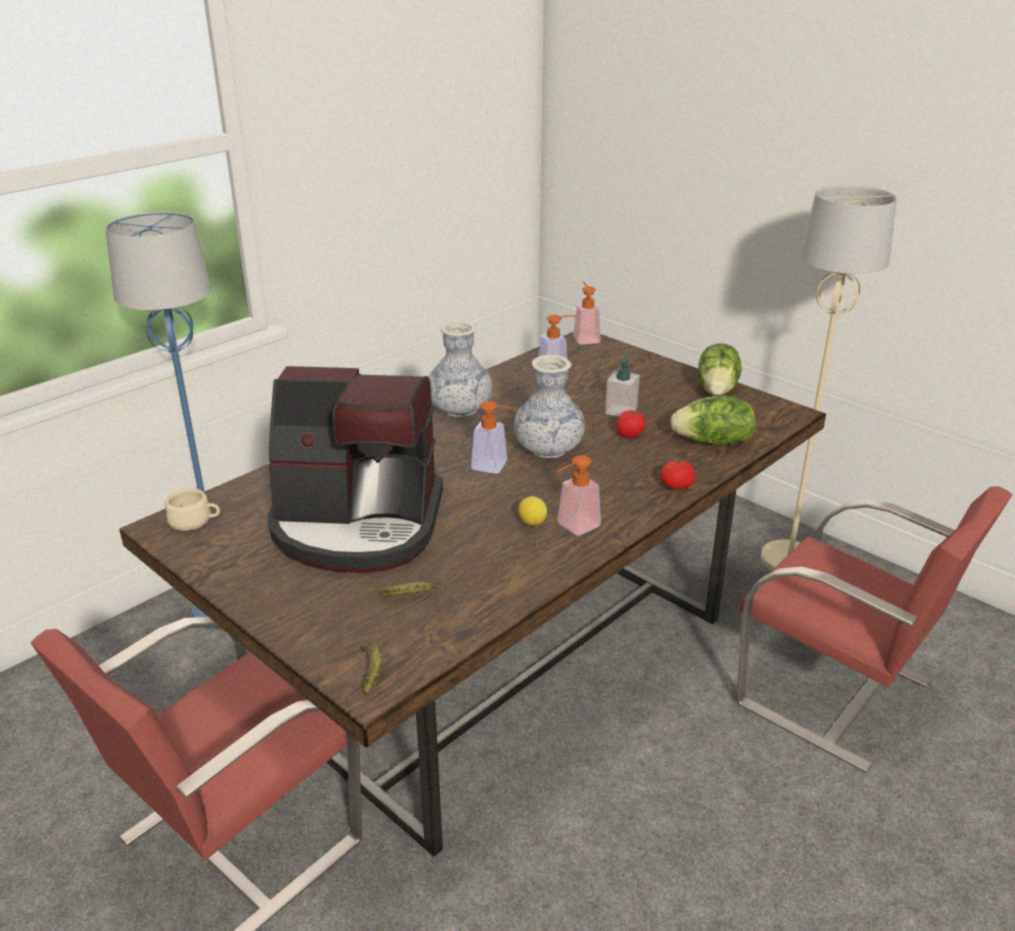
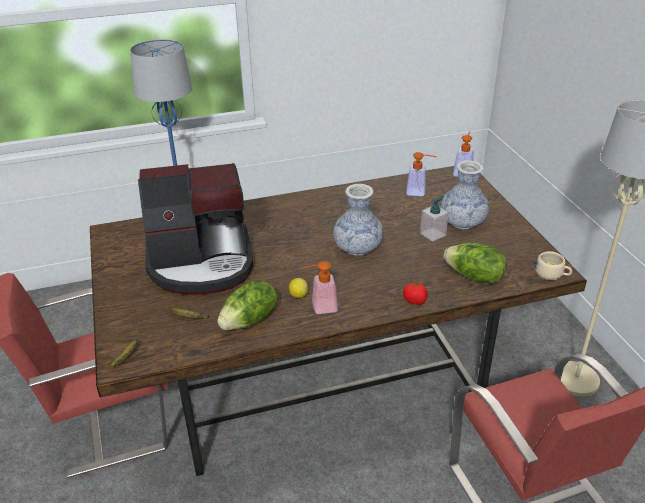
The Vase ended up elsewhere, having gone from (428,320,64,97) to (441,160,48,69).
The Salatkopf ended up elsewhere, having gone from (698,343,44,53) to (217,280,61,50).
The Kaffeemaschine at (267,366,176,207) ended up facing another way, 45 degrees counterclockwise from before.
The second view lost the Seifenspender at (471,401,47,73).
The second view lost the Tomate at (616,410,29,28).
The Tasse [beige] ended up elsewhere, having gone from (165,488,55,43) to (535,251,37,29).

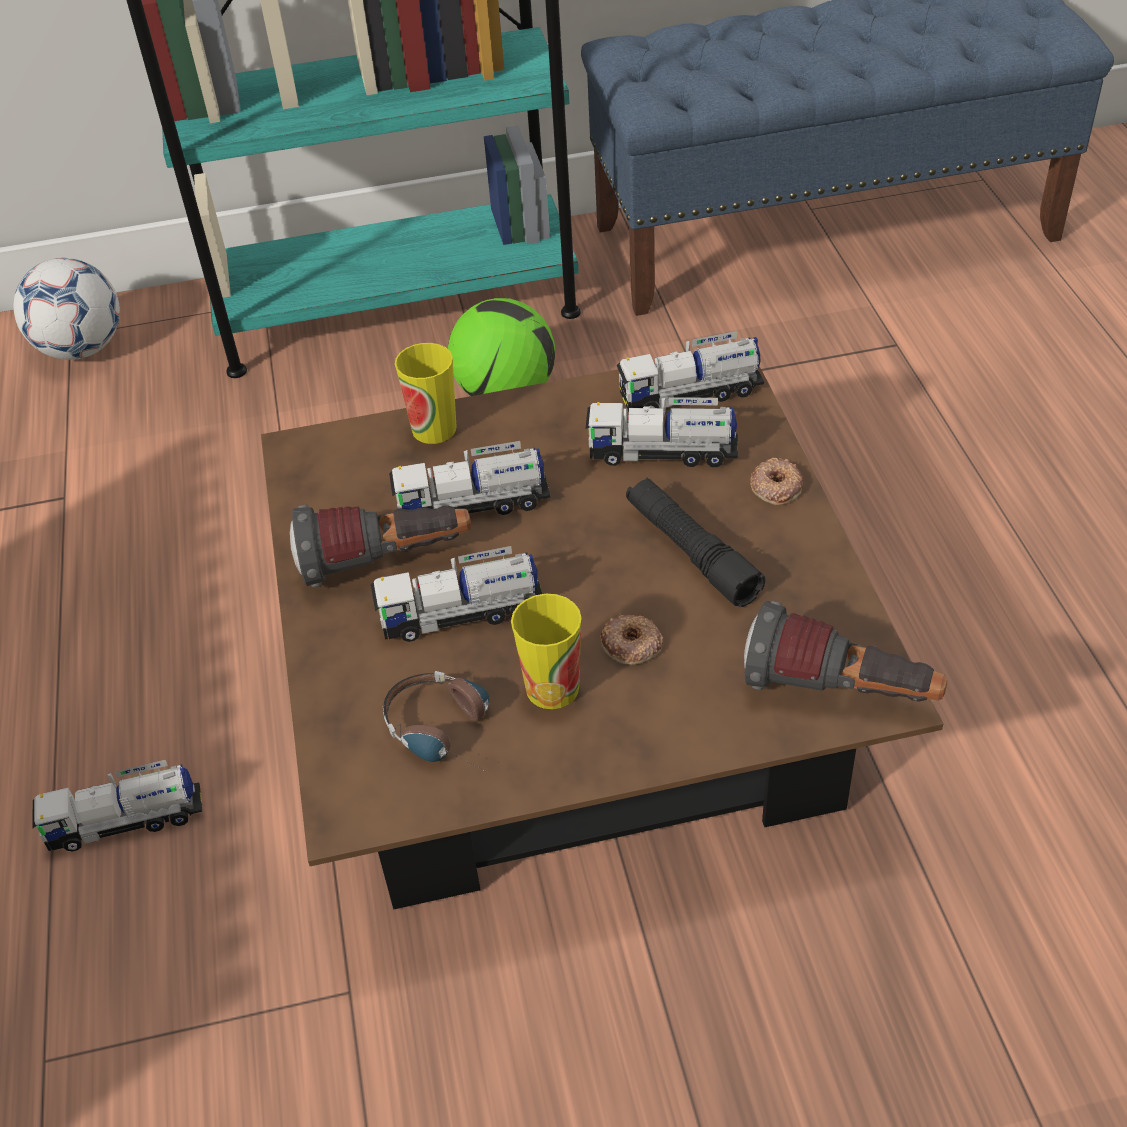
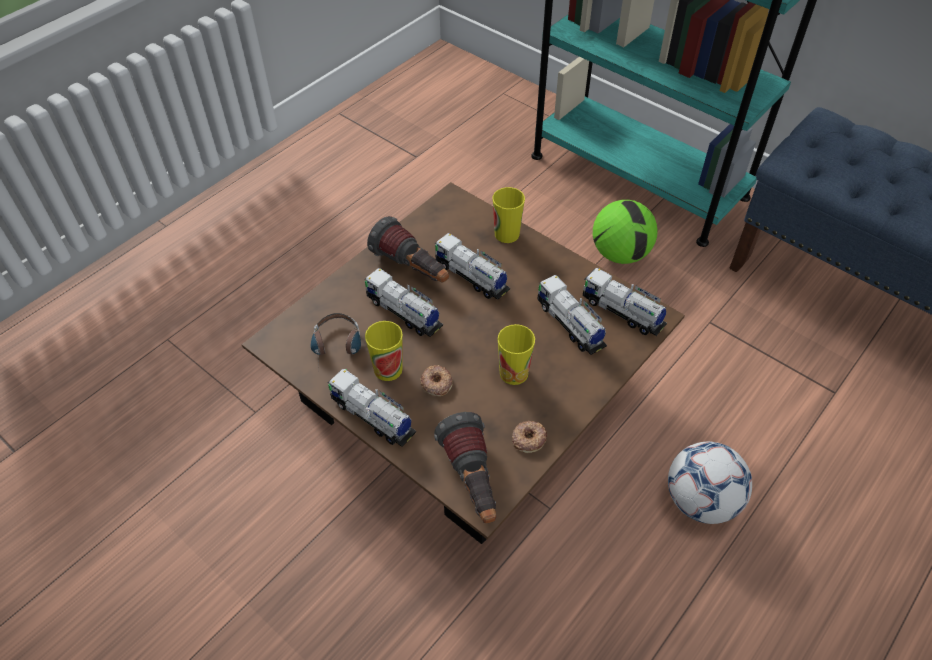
The Fußball ended up elsewhere, having gone from (14,258,106,102) to (668,441,84,83).
The Donut ended up elsewhere, having gone from (750,458,53,47) to (512,421,35,32).
Where the Taschenlampe [schwarz] stood at (626,478,139,129), the Tasse came to stand at (497,324,38,61).
The Spielzeuglaster ended up elsewhere, having gone from (32,760,170,91) to (328,369,88,78).

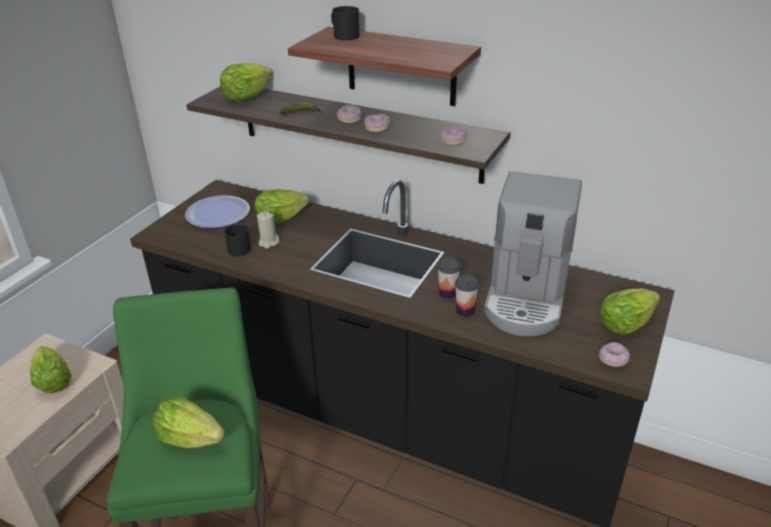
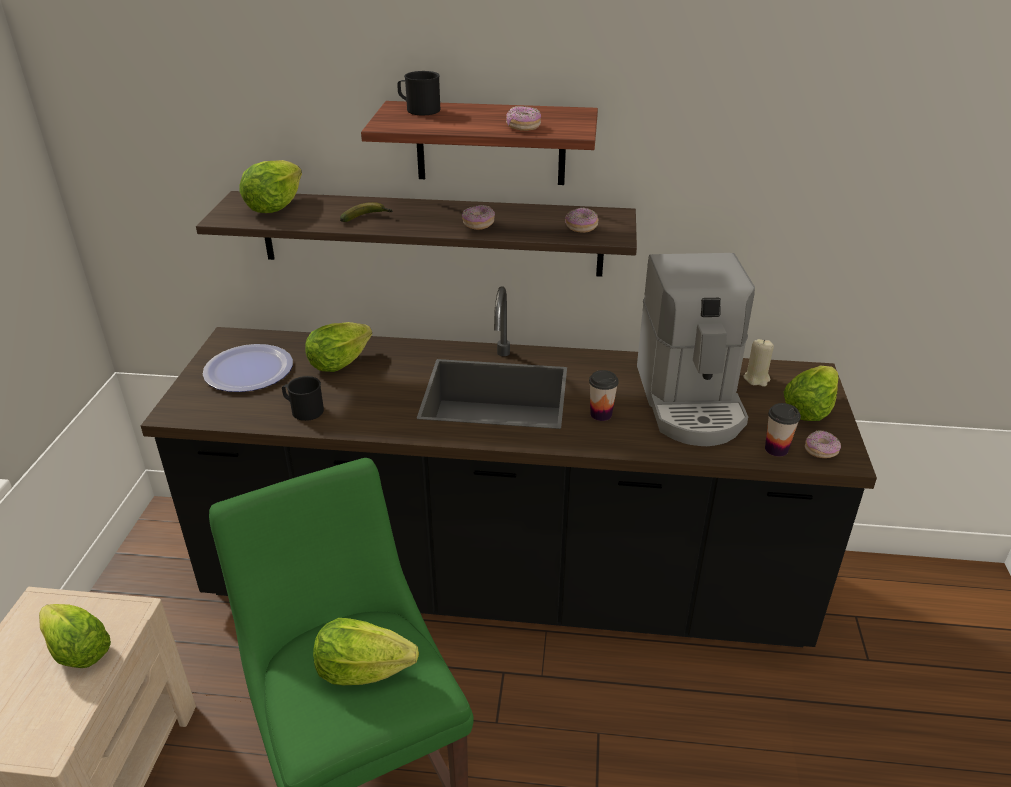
The Donut ended up elsewhere, having gone from (337,105,25,18) to (506,106,35,25).
The Kerze [beige] ended up elsewhere, having gone from (257,212,23,37) to (744,339,30,48).
The Tasse ended up elsewhere, having gone from (455,275,24,42) to (765,403,36,54).

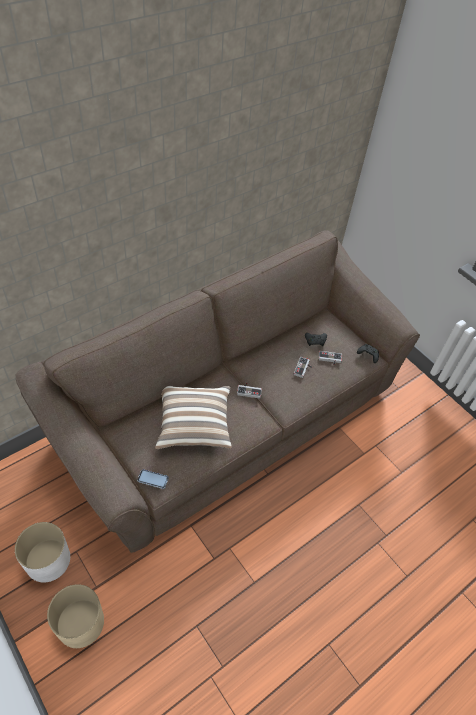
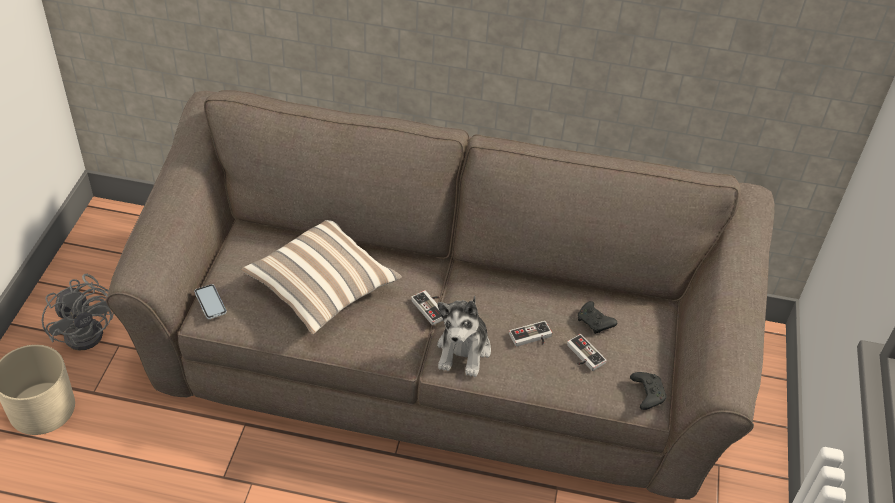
Where the Pflanzkübel [weiß] stood at (15,522,55,60), the Ventilator [grau] came to stand at (42,274,72,77).
The second view gained the Plüschtier at (437,296,54,81).

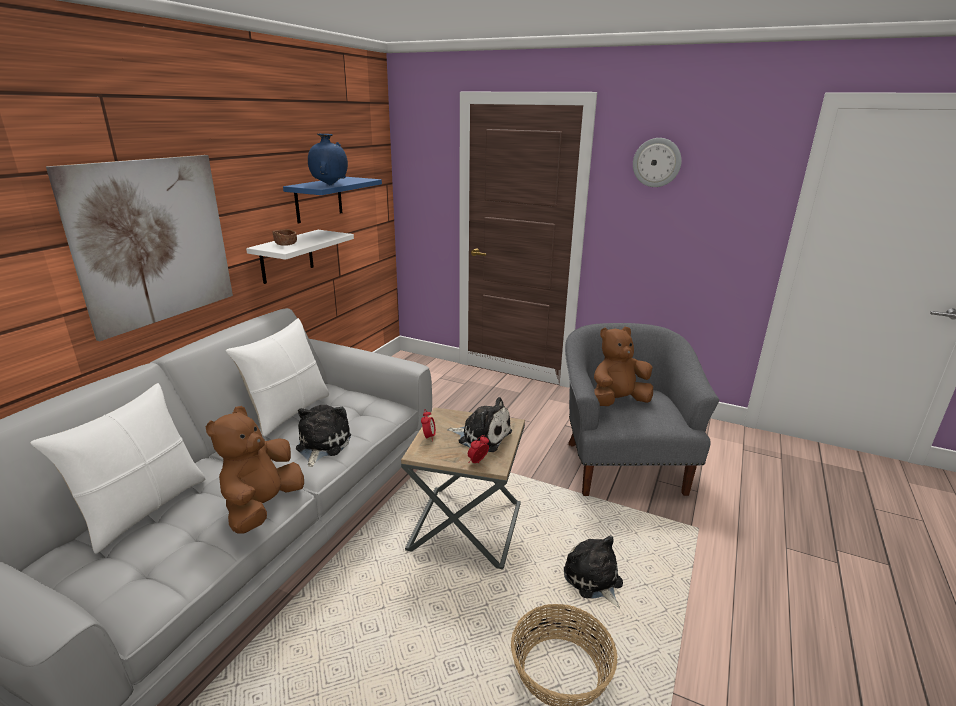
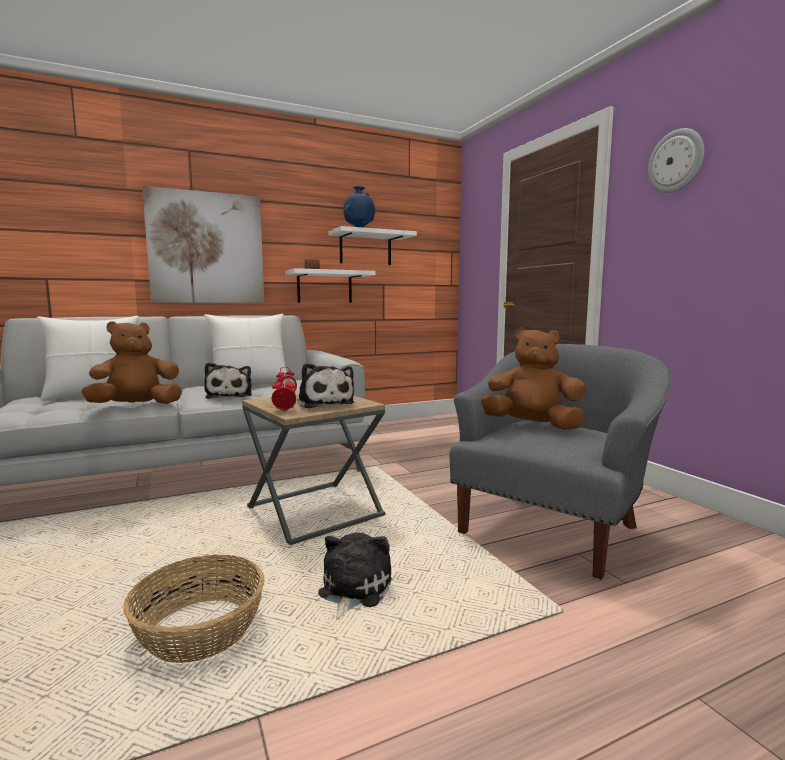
What was the Wandregal [blau] at (283,177,99,47) turned into the Wandregal [weiß] at (328,226,89,39).
The Plüschtier at (296,405,55,62) ended up facing another way, 120 degrees clockwise from before.

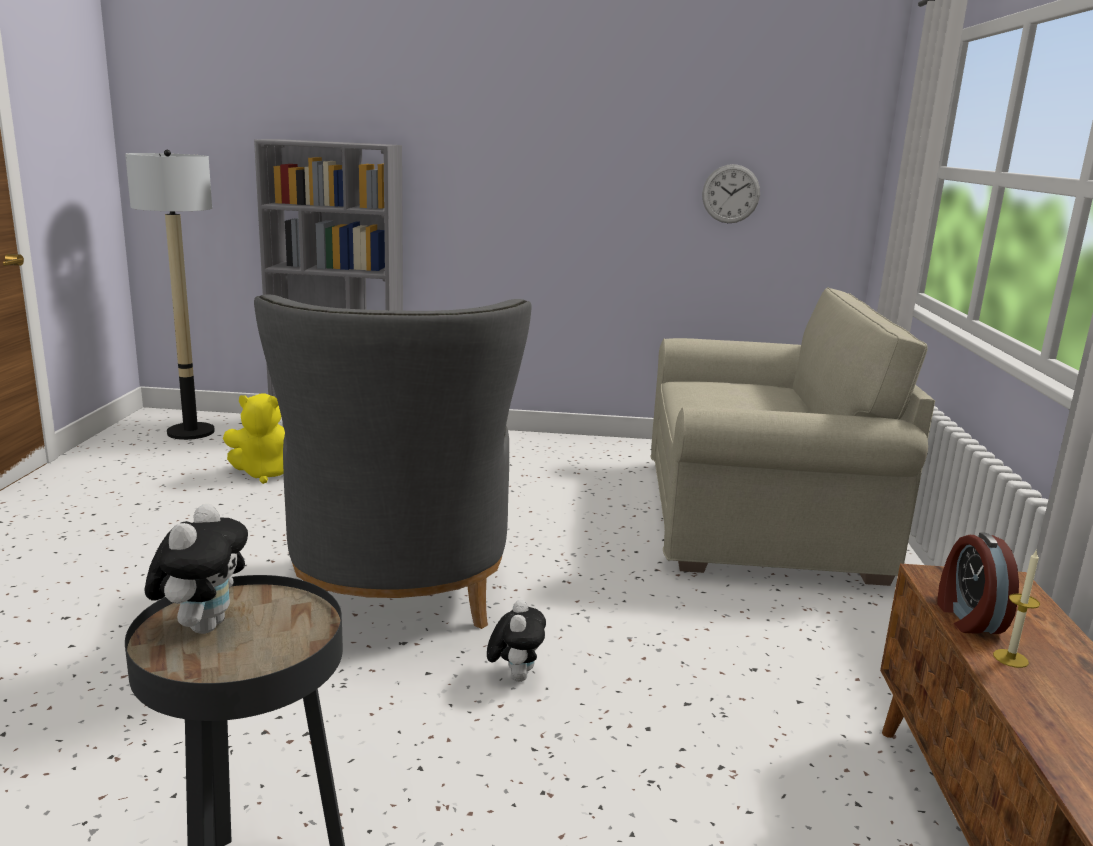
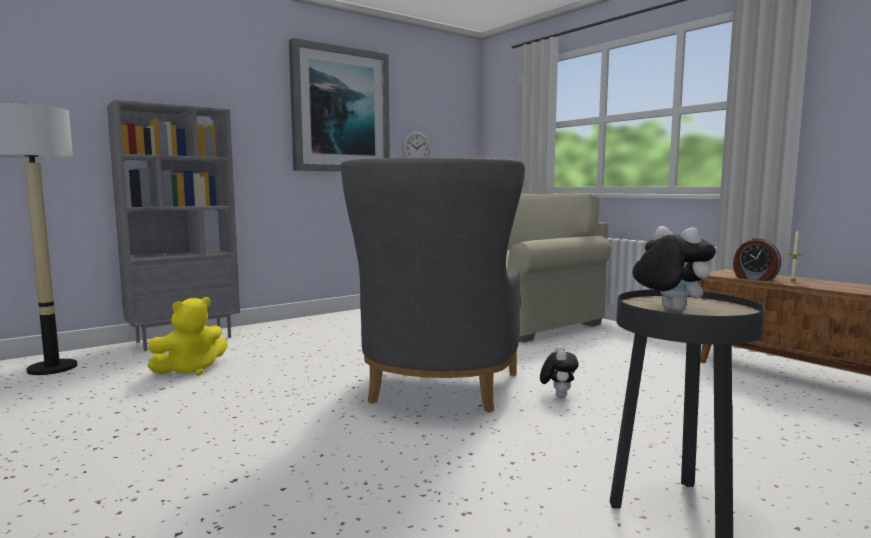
The Sessel [grau] at (254,295,278,334) ended up facing another way, 60 degrees clockwise from before.
The Plüschtier at (487,599,59,83) ended up facing another way, 45 degrees clockwise from before.
The second view gained the Bild at (289,38,101,134).

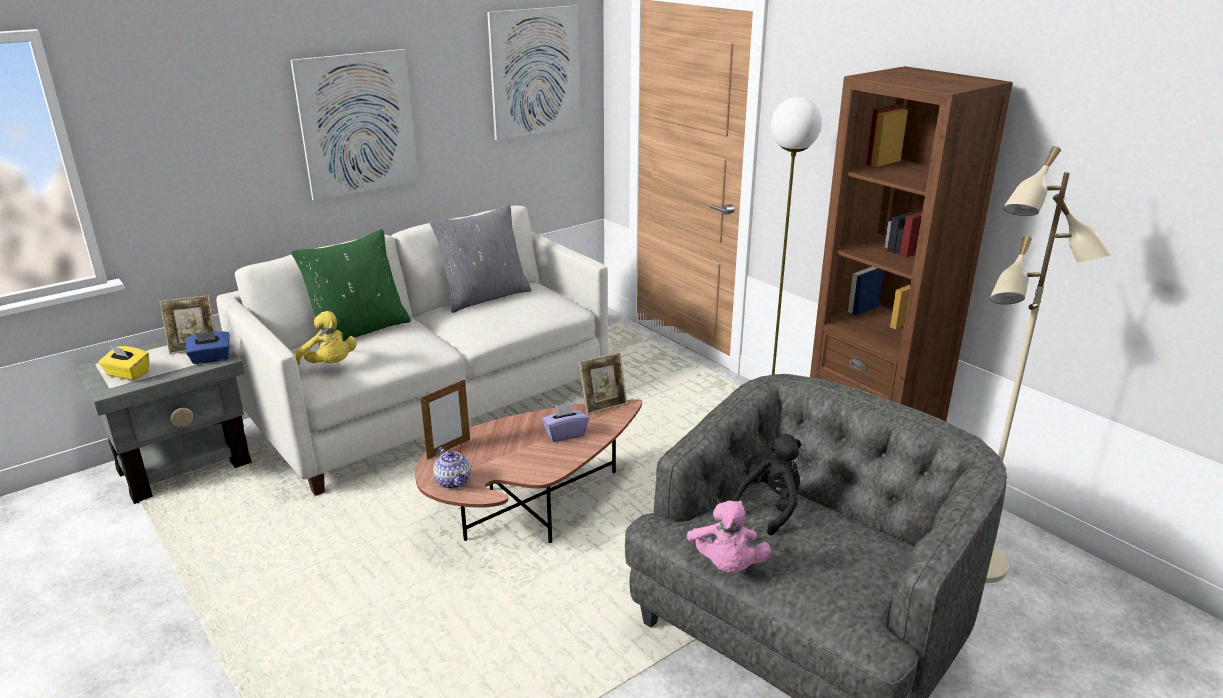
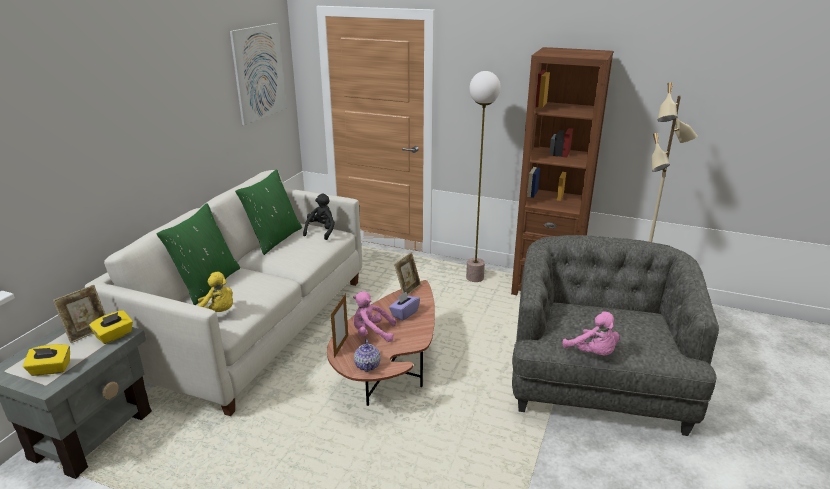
The second view lost the Bild at (290,49,128,152).
What was the Kissen [grau] at (429,204,102,109) turned into the Kissen [grün] at (235,169,67,86).
What was the Taschentuchbox [blau] at (186,331,44,33) turned into the Taschentuchbox [gelb] at (89,310,44,34).
The Plüschtier [schwarz] ended up elsewhere, having gone from (731,434,71,101) to (303,193,32,47).
The Teekanne at (433,447,38,42) ended up facing another way, 60 degrees clockwise from before.
The second view gained the Plüschtier [rosa] at (353,291,43,51).

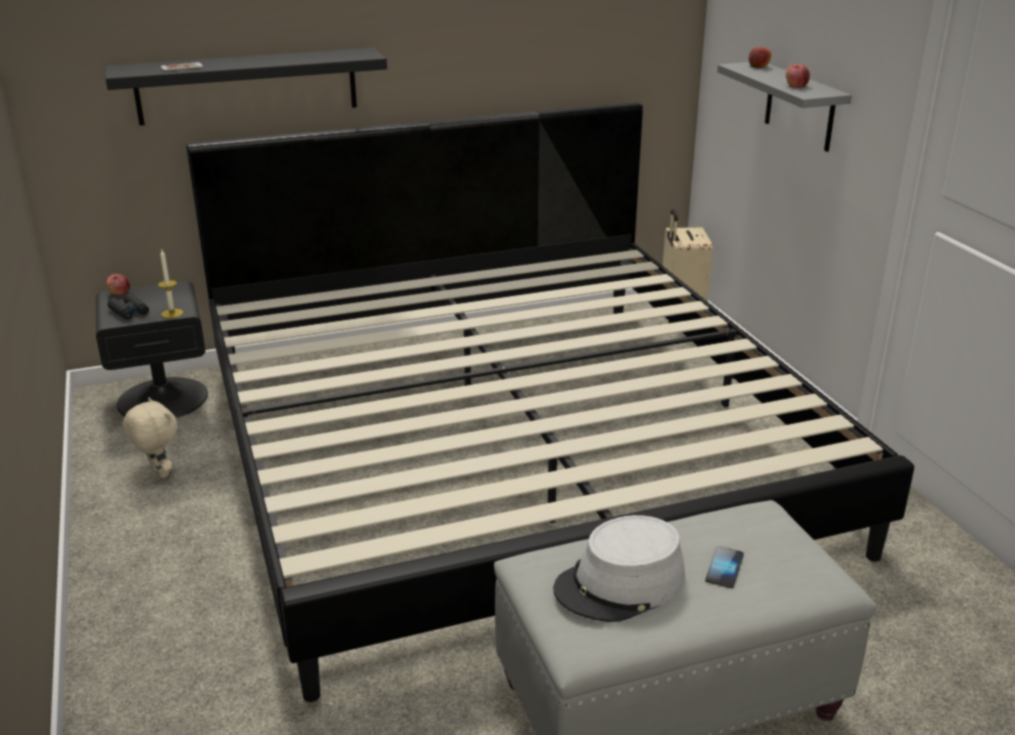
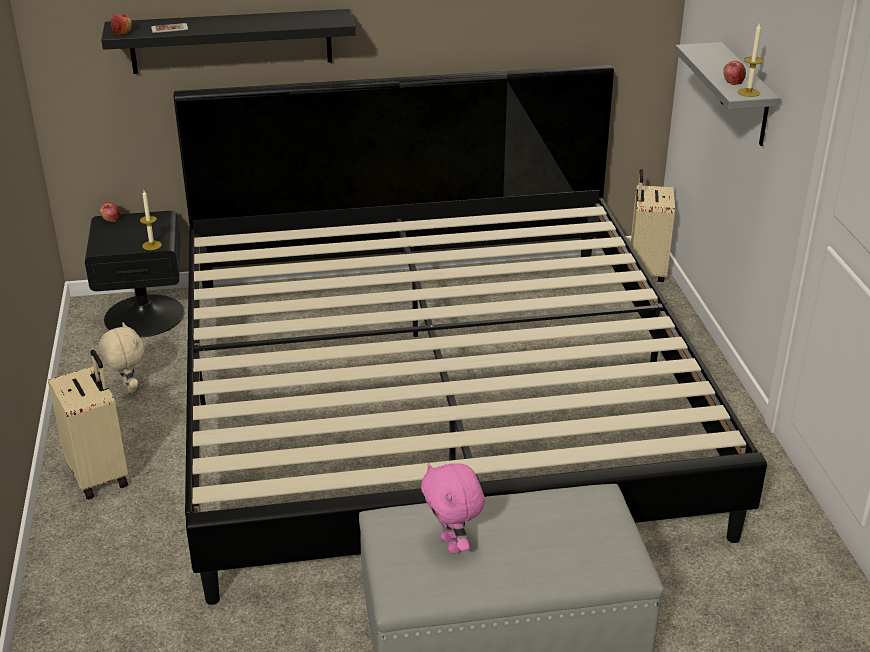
The Apfel ended up elsewhere, having gone from (749,47,22,21) to (111,14,21,21).
The second view lost the Fernglas [schwarz] at (108,294,41,26).
Where the Hut [grau] stood at (553,515,132,107), the Plüschtier [rosa] came to stand at (421,463,64,91).
The second view lost the Handy at (705,546,39,42).
The second view gained the Kerze at (737,24,26,73).
The second view gained the Koffer [beige] at (48,350,80,150).

